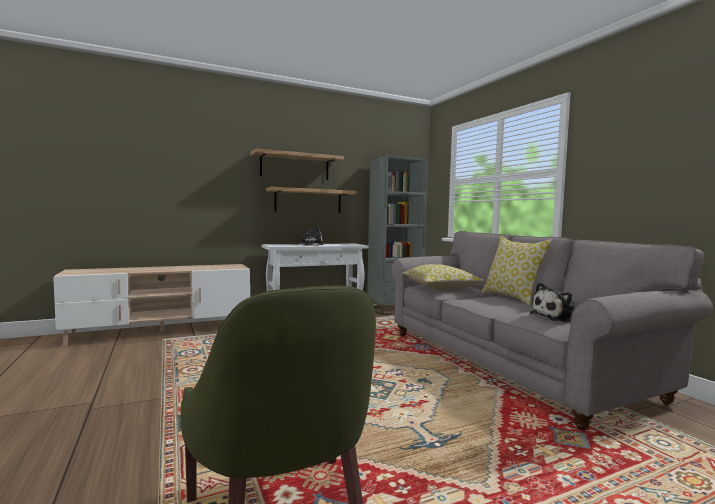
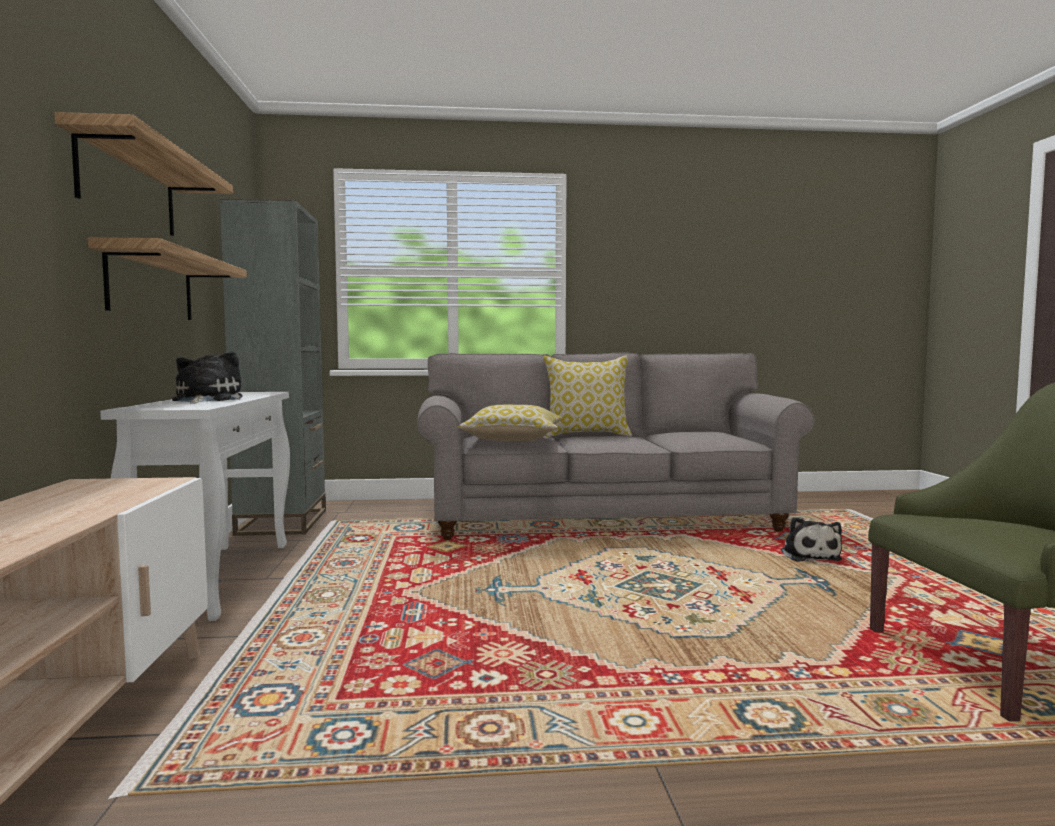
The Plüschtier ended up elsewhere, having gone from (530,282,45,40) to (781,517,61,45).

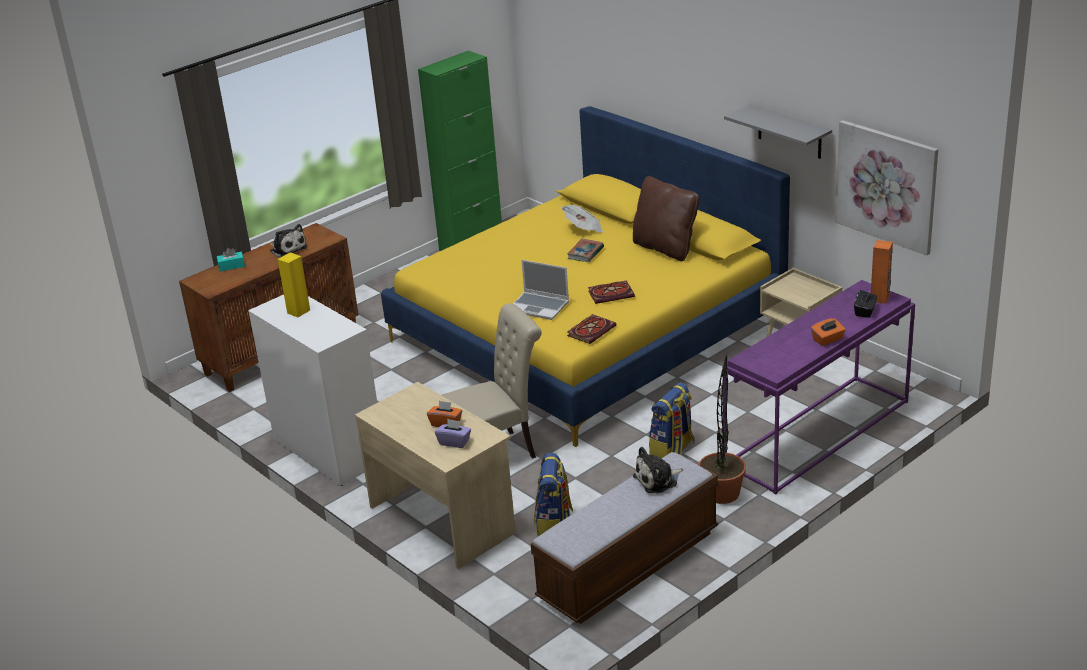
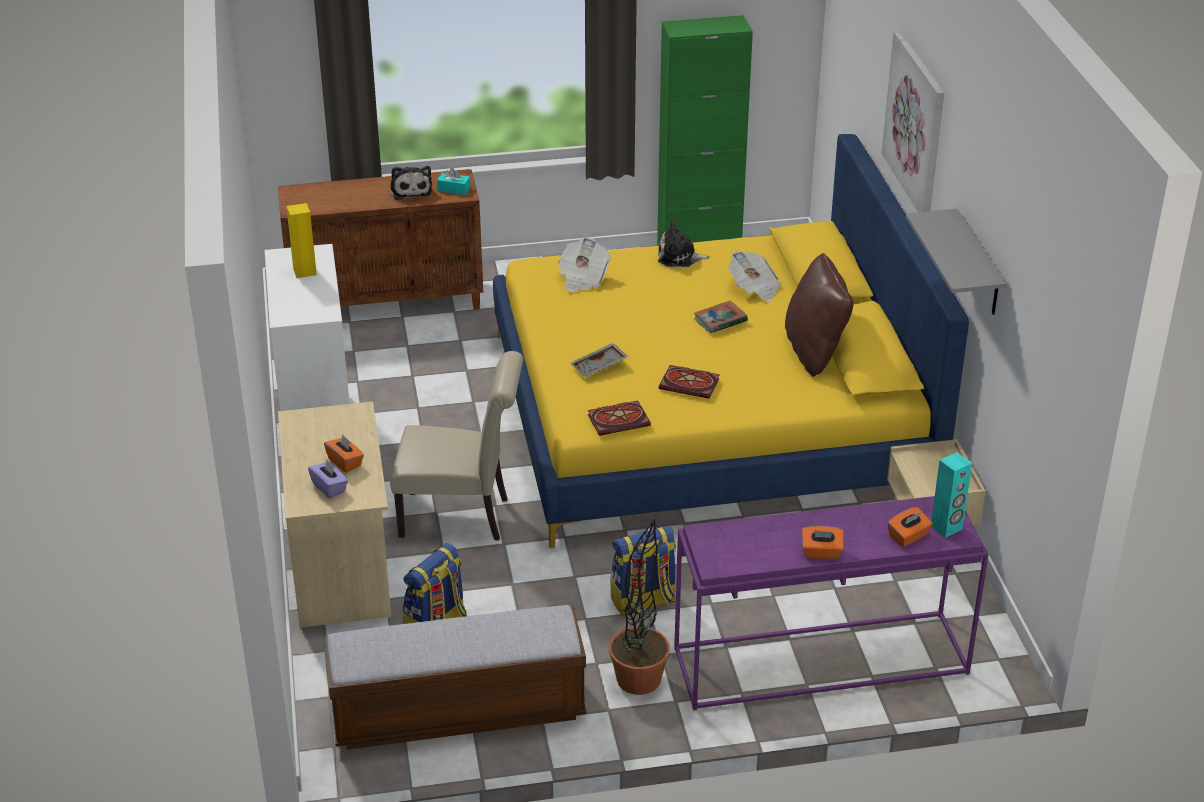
The Bild ended up elsewhere, having gone from (835,120,103,136) to (882,31,62,181).
What was the Lautsprecher [orange] at (871,240,22,64) turned into the Lautsprecher [türkis] at (931,452,41,86).
The Taschentuchbox [türkis] ended up elsewhere, having gone from (217,248,28,24) to (437,168,34,27).
Where the Laptop stood at (513,260,56,60), the Tablett [grau] came to stand at (570,343,58,34).
What was the Taschentuchbox [schwarz] at (854,290,23,28) turned into the Taschentuchbox [orange] at (887,507,45,40).
The Plüschtier ended up elsewhere, having gone from (633,447,50,47) to (658,220,52,47).
The second view gained the Zeitung at (558,237,53,54).

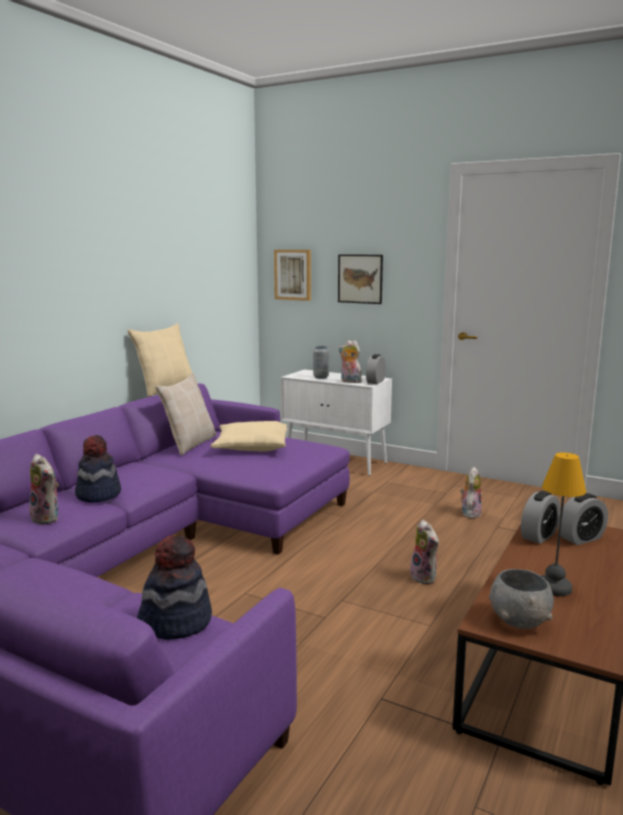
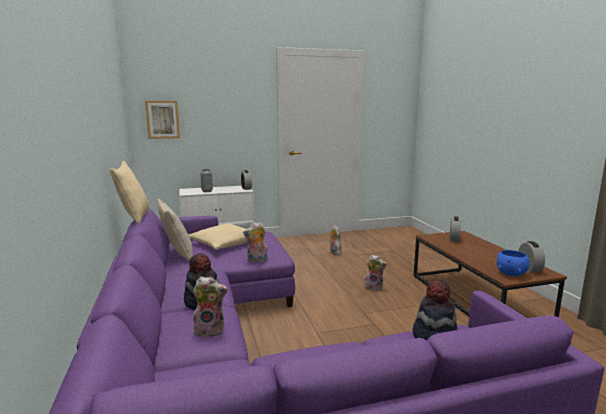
The second view lost the Bild at (338,254,45,50).
The Plüschtier ended up elsewhere, having gone from (339,340,23,43) to (243,222,25,41).
The second view lost the Tischlampe at (542,452,44,144).
The Wecker ended up elsewhere, having gone from (521,491,39,53) to (518,241,27,31).
What was the Schüssel [grau] at (489,569,65,60) turned into the Schüssel [blau] at (497,250,33,26).

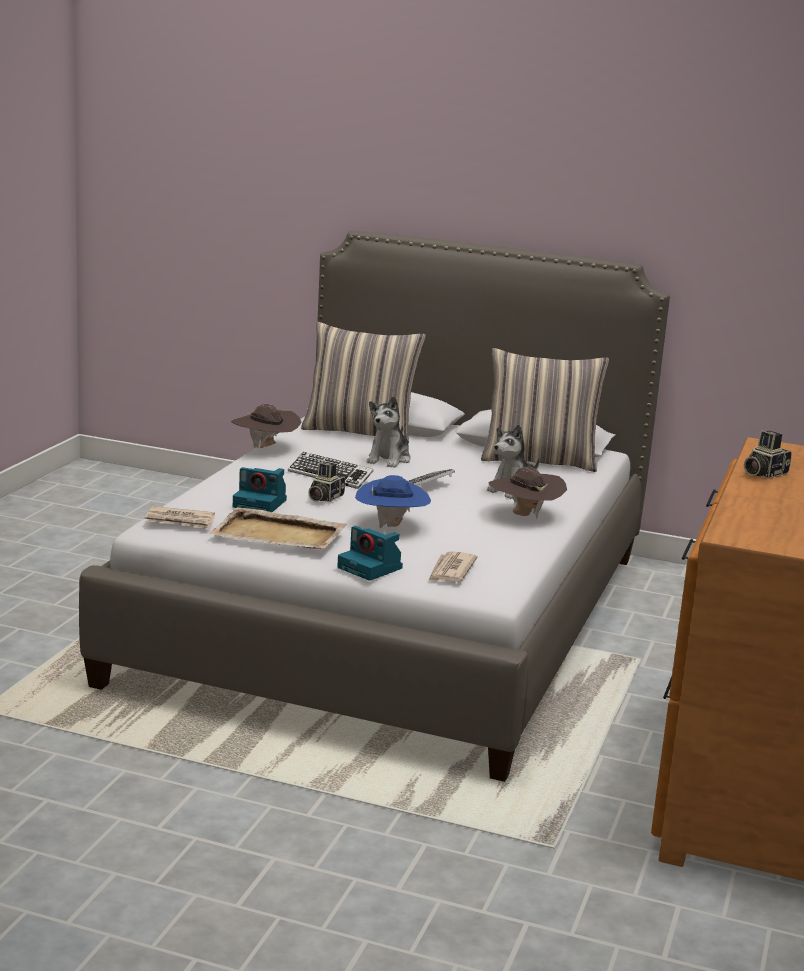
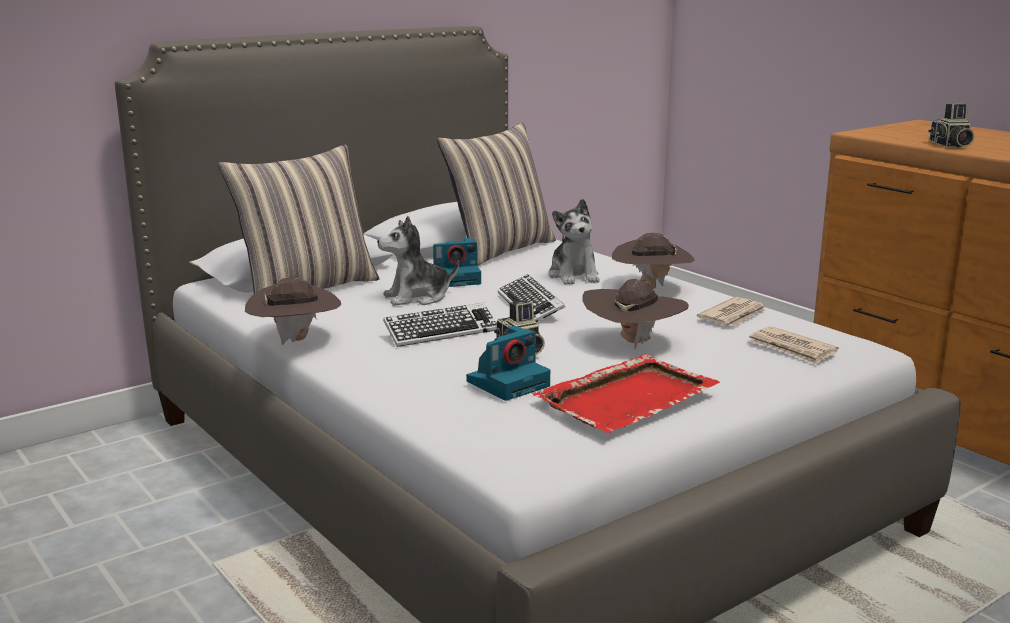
The Plüschtier at (366,396,45,72) ended up facing another way, 105 degrees clockwise from before.
What was the Hut [blau] at (355,475,76,53) turned into the Hut [braun] at (582,279,107,70).
The Zeitung ended up elsewhere, having gone from (145,506,70,23) to (697,297,69,29).
What was the Tablett [beige] at (209,507,138,42) turned into the Tablett [rot] at (533,354,187,79).
The Kamera ended up elsewhere, having gone from (337,526,66,55) to (433,238,48,49).

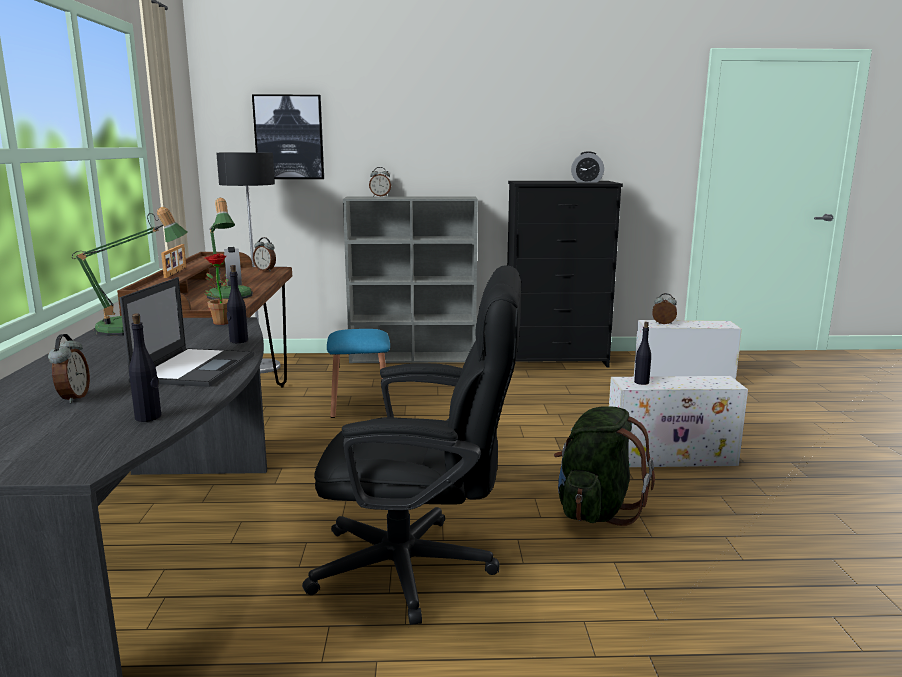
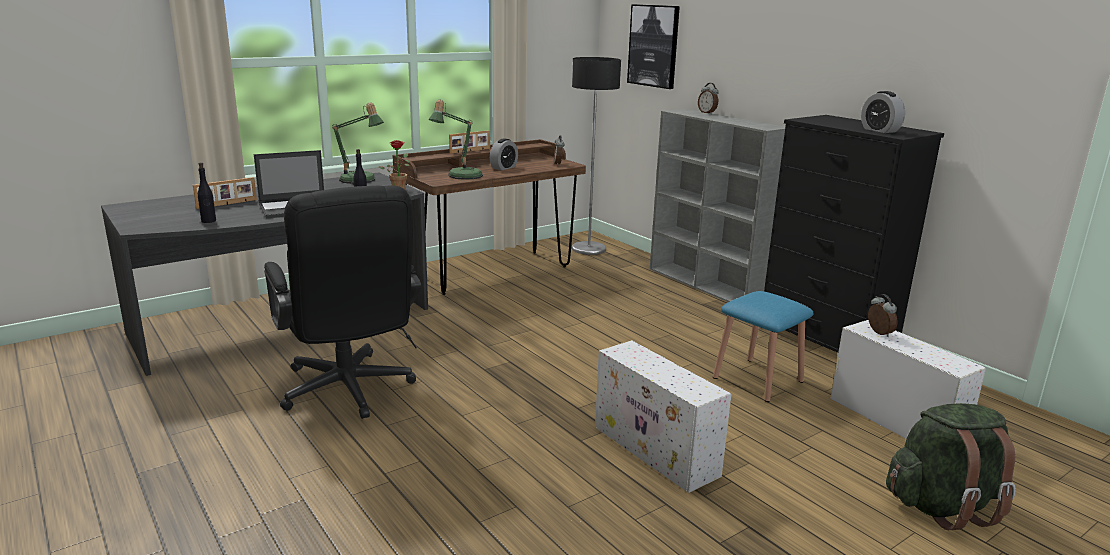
The second view lost the Flasche [schwarz] at (634,322,17,63).
The Hocker [blau] ended up elsewhere, having gone from (327,329,63,89) to (713,291,101,111).
Where the Wecker stood at (48,334,42,69), the Bilderrahmen came to stand at (193,177,64,32).
The Rucksack [grün] ended up elsewhere, having gone from (554,406,101,120) to (886,403,130,127).

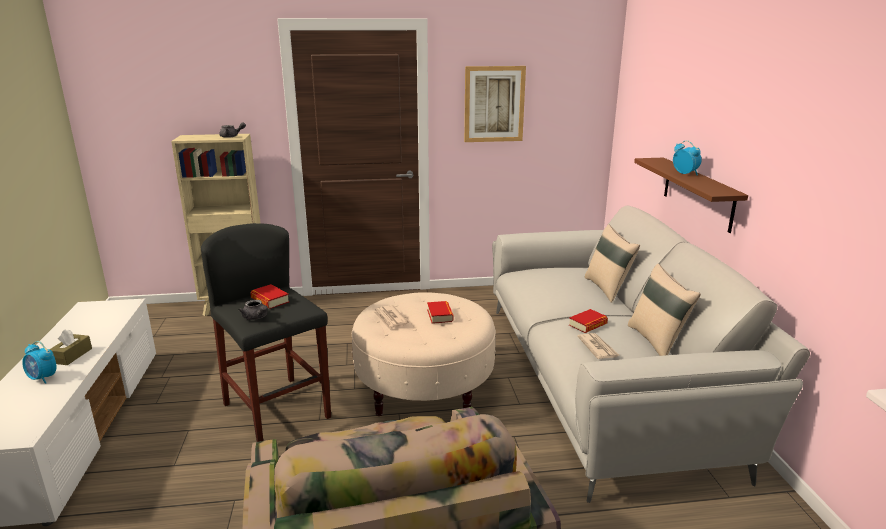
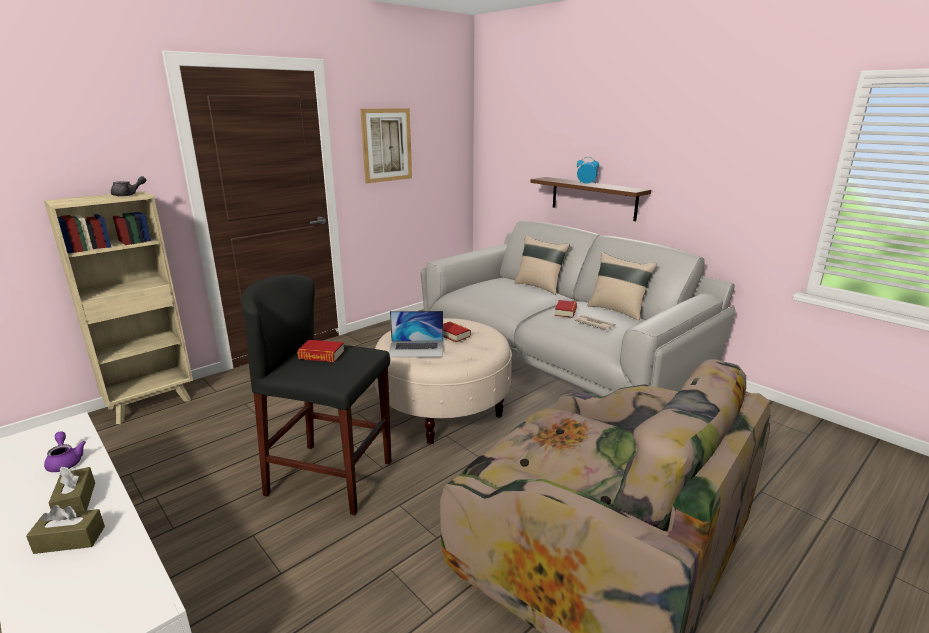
The second view lost the Teekanne [grau] at (239,300,29,20).
Where the Zeitung stood at (373,305,35,25), the Laptop came to stand at (389,311,55,46).
Where the Wecker stood at (22,341,34,43), the Taschentuchbox [braun] came to stand at (26,505,79,49).
The second view gained the Teekanne [lila] at (44,432,42,40).

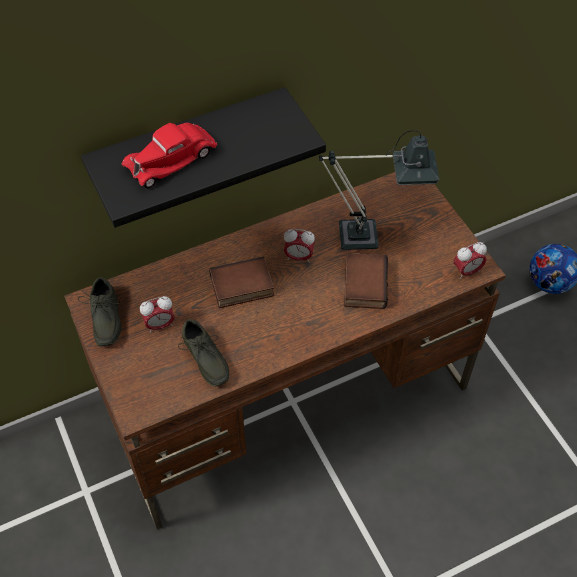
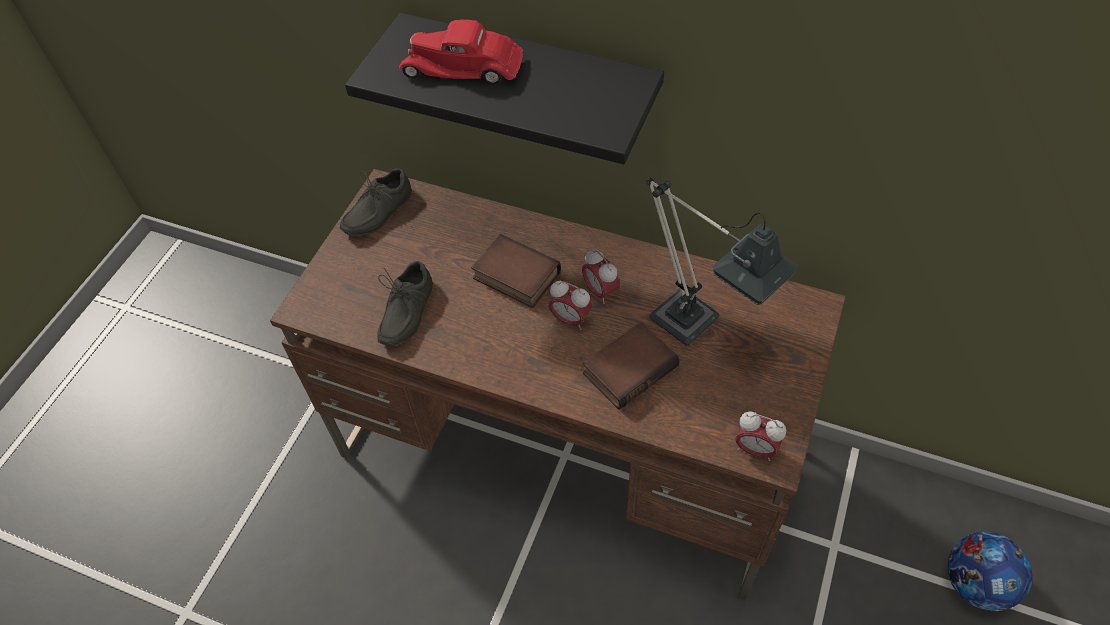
The Wecker ended up elsewhere, having gone from (140,296,35,37) to (549,281,43,49).

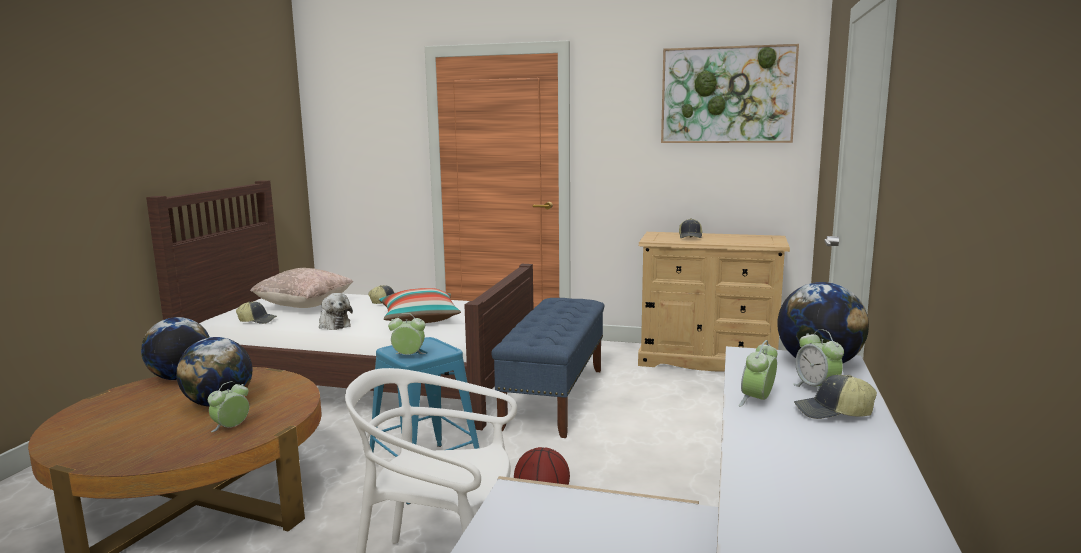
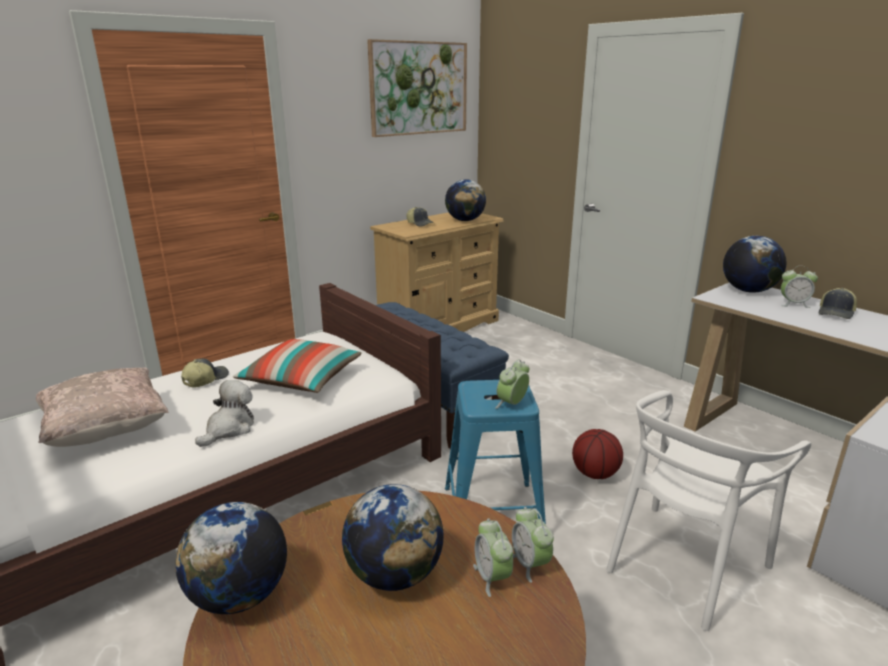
The Plüschtier at (319,293,34,37) ended up facing another way, 60 degrees counterclockwise from before.
The second view lost the Kappe at (236,302,41,22).
The Wecker ended up elsewhere, having gone from (739,340,38,66) to (512,507,42,76).
The second view gained the Globus at (445,179,41,42).

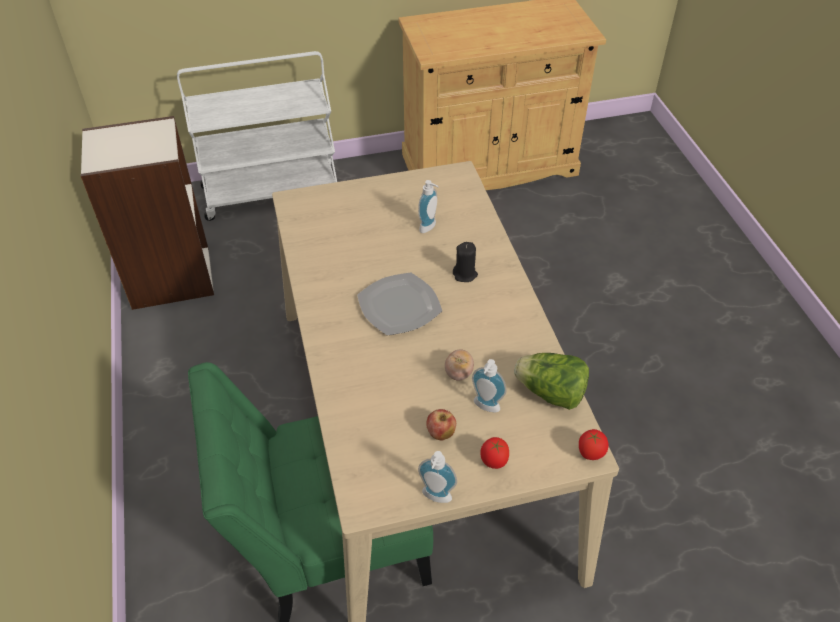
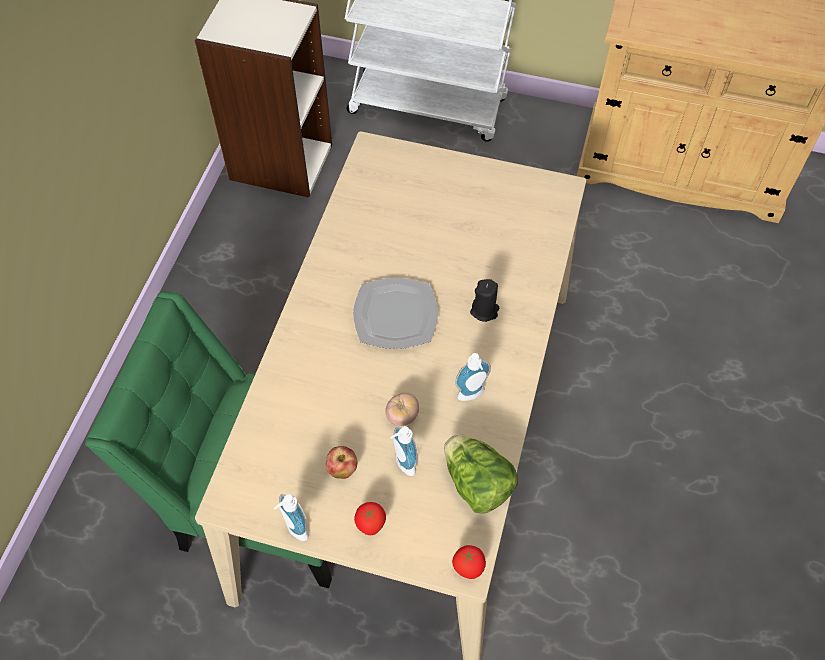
The Seifenspender ended up elsewhere, having gone from (418,180,21,53) to (455,353,36,48).

